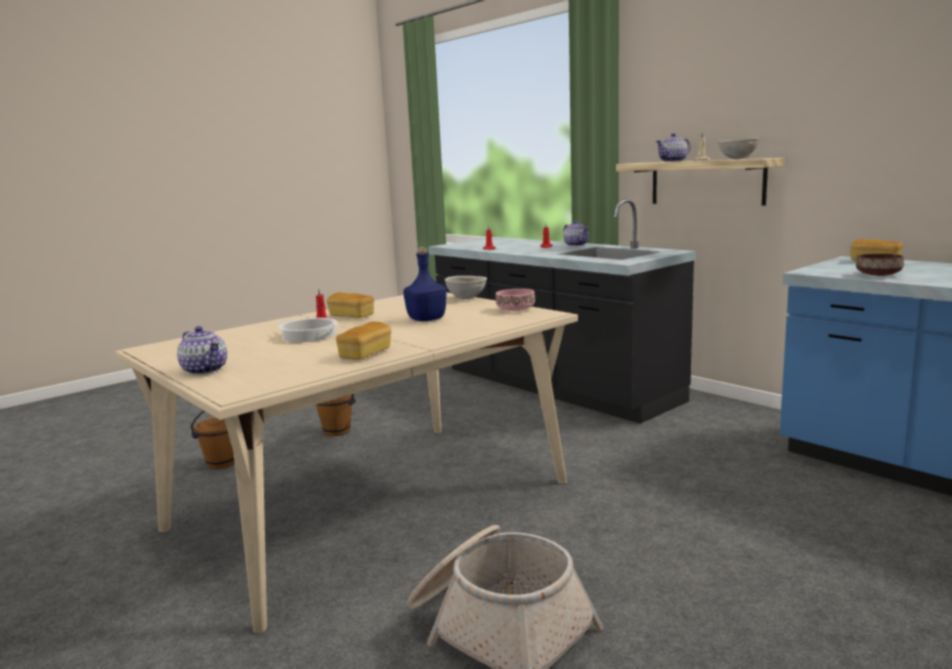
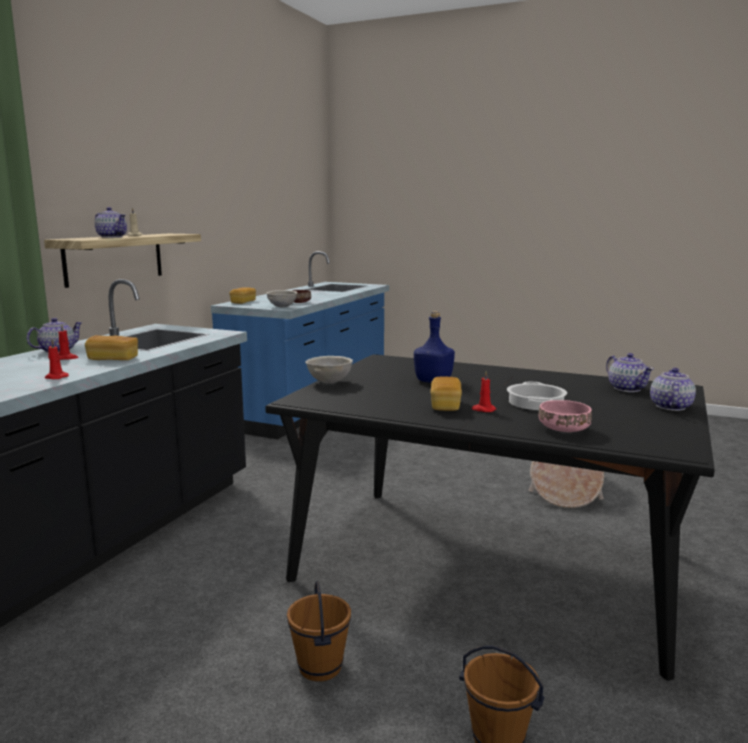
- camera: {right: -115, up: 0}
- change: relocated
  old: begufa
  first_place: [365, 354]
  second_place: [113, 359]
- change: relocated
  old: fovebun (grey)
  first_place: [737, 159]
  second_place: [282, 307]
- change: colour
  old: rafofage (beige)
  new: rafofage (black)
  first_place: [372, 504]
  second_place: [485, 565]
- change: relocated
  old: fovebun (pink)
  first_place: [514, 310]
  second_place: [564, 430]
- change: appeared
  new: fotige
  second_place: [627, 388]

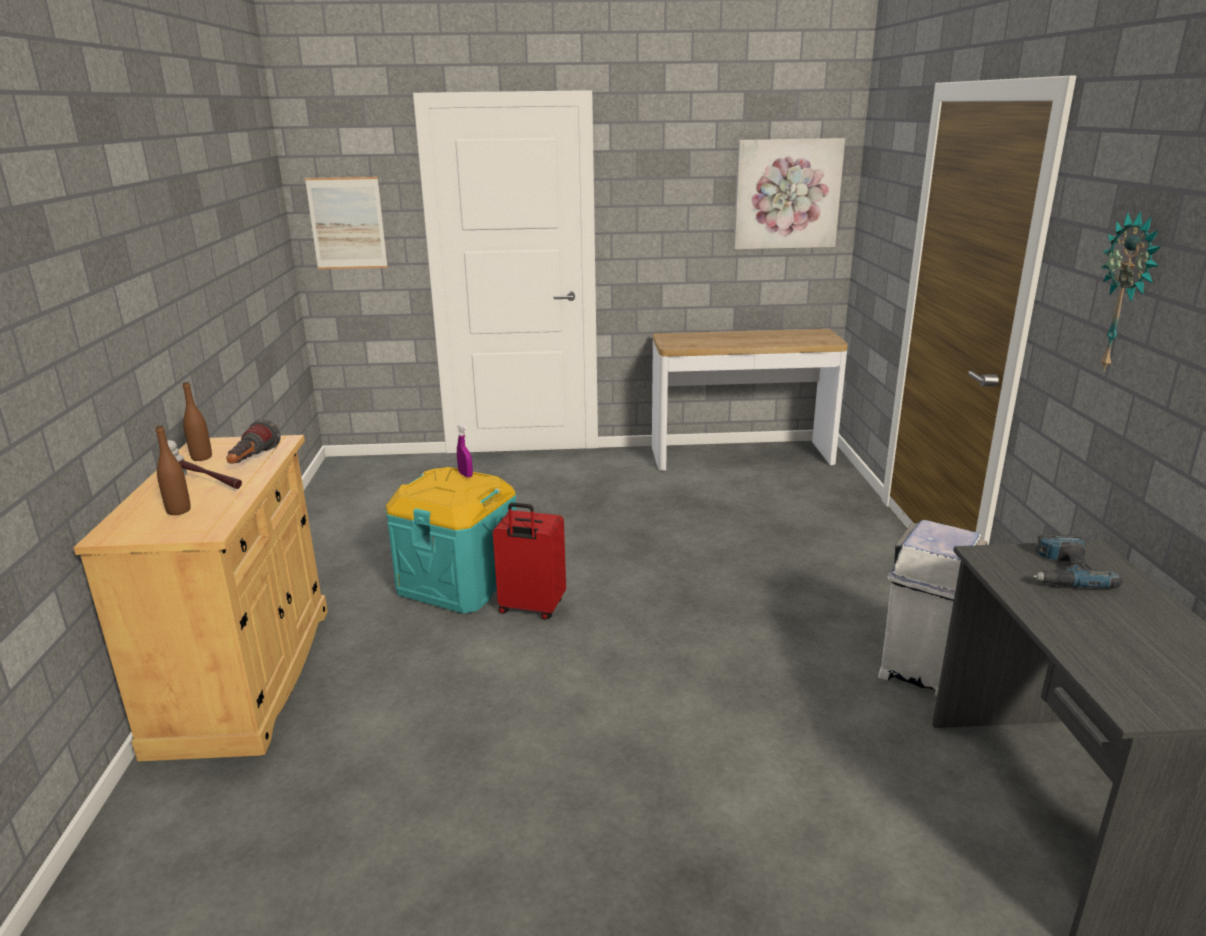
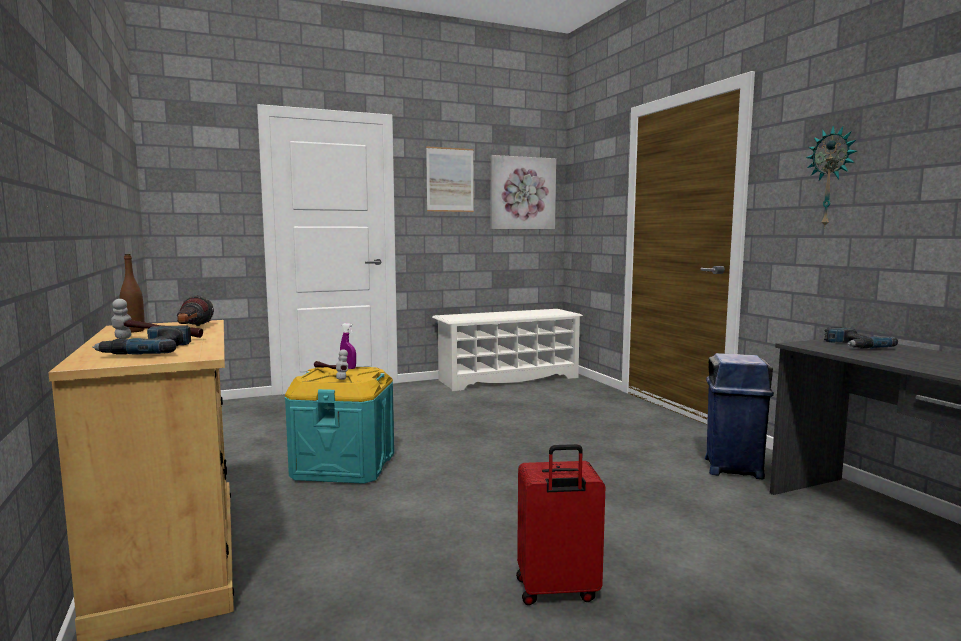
- camera: {right: -20, up: -15}
- change: exchanged
  old: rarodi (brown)
  new: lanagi
  first_place: [178, 510]
  second_place: [149, 350]
- change: appeared
  new: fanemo
  second_place: [330, 374]
- change: relocated
  old: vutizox
  first_place: [347, 223]
  second_place: [450, 180]
- change: exchanged
  old: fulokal
  new: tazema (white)
  first_place: [741, 456]
  second_place: [508, 379]
- change: relocated
  old: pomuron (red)
  first_place: [531, 608]
  second_place: [557, 591]
- change: colour
  old: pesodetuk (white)
  new: pesodetuk (blue)
  first_place: [920, 671]
  second_place: [733, 468]

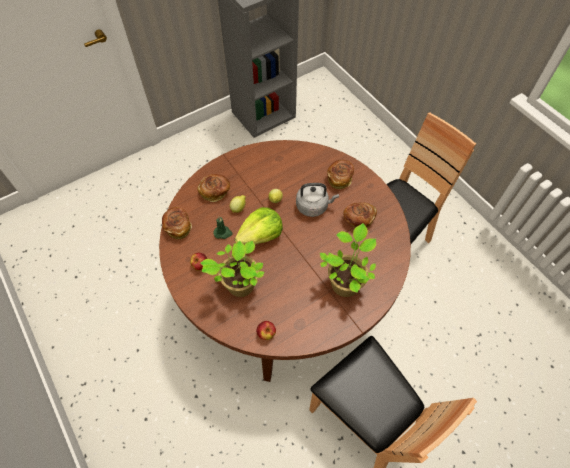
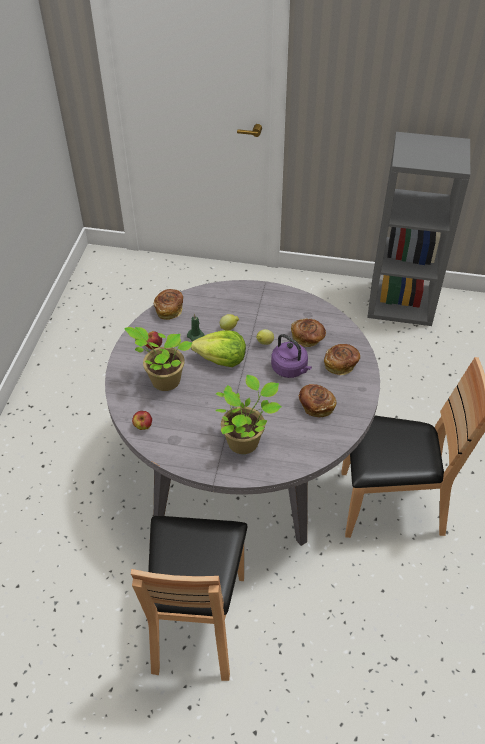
- camera: {right: 45, up: -10}
- change: colour
  old: rafofage (brown)
  new: rafofage (grey)
  first_place: [284, 297]
  second_place: [243, 469]
- change: colour
  old: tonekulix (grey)
  new: tonekulix (purple)
  first_place: [313, 206]
  second_place: [290, 369]
- change: relocated
  old: begufa
  first_place: [215, 192]
  second_place: [308, 338]

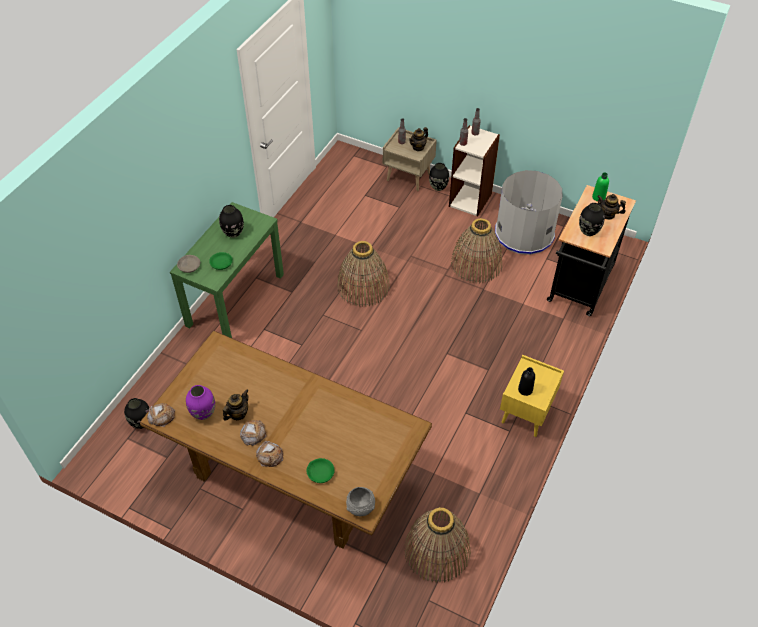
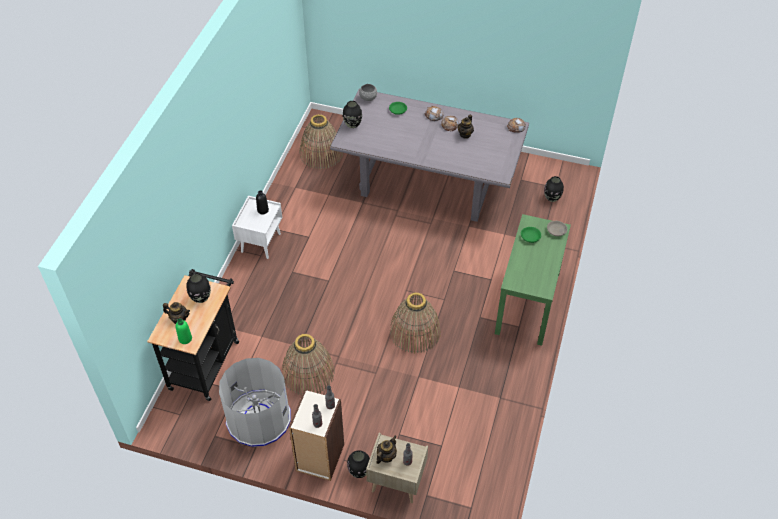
- camera: {right: 170, up: 0}
- change: colour
  old: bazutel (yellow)
  new: bazutel (white)
  first_place: [526, 414]
  second_place: [260, 242]
- change: colour
  old: rafofage (brown)
  new: rafofage (grey)
  first_place: [294, 471]
  second_place: [427, 183]
- change: relocated
  old: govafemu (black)
  first_place: [233, 233]
  second_place: [352, 124]
- change: missing
  old: govafemu (purple)
  first_place: [203, 413]

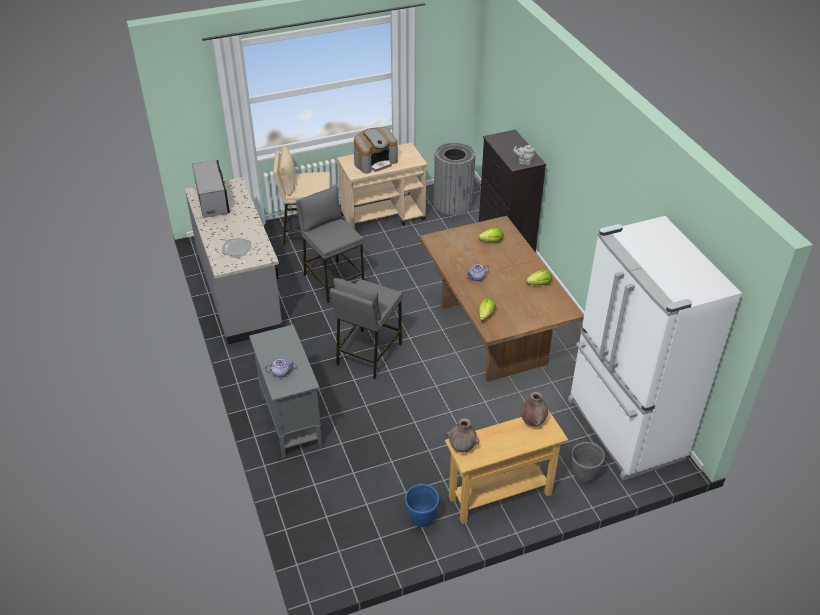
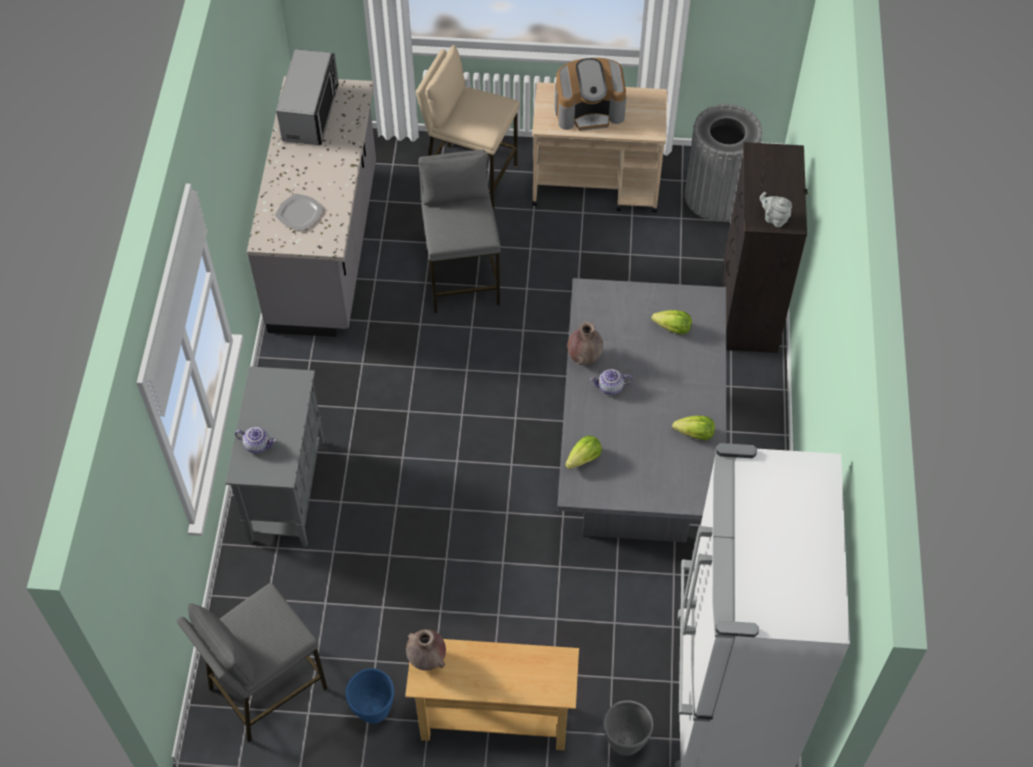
- camera: {right: 25, up: 15}
- change: relocated
  old: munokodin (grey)
  first_place: [368, 354]
  second_place: [266, 687]
- change: colour
  old: rafofage (brown)
  new: rafofage (grey)
  first_place: [493, 334]
  second_place: [638, 459]
- change: relocated
  old: govafemu (brown)
  first_place: [532, 422]
  second_place: [584, 357]

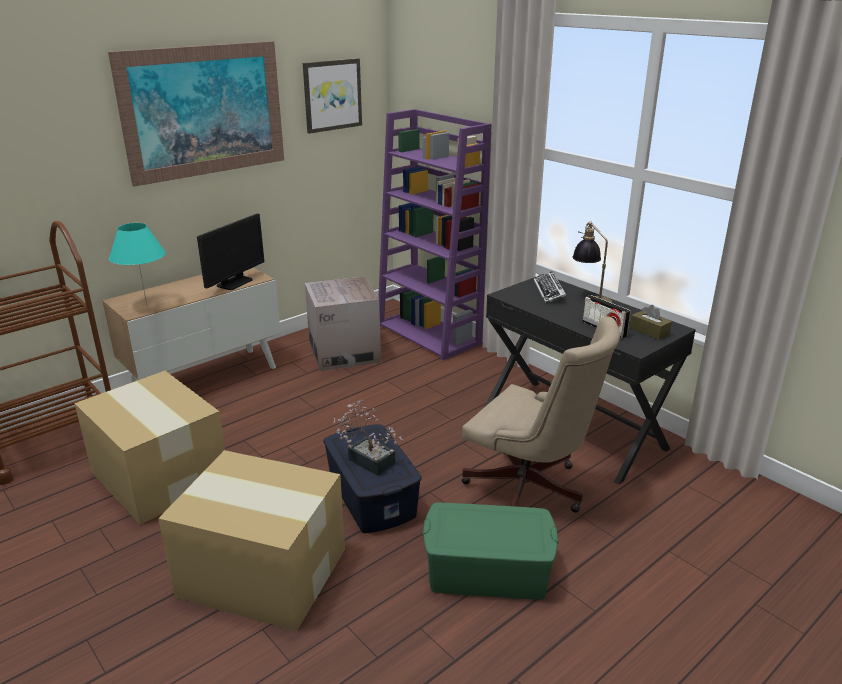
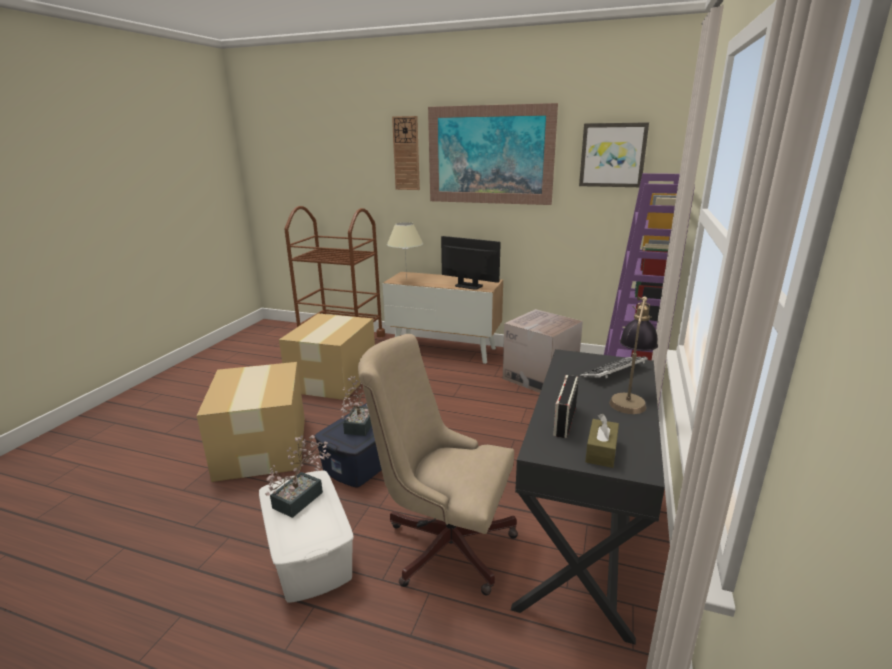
- camera: {right: 60, up: -5}
- change: colour
  old: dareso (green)
  new: dareso (white)
  first_place: [488, 572]
  second_place: [308, 553]
- change: appeared
  new: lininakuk
  second_place: [302, 497]
- change: spun
  old: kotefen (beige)
  first_place: [531, 491]
  second_place: [442, 542]
  degrees: 105
- change: colour
  old: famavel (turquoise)
  new: famavel (beige)
  first_place: [146, 306]
  second_place: [406, 280]
- change: appeared
  new: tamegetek
  second_place: [406, 153]
- change: spun
  old: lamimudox
  first_place: [234, 283]
  second_place: [468, 286]
  degrees: -150

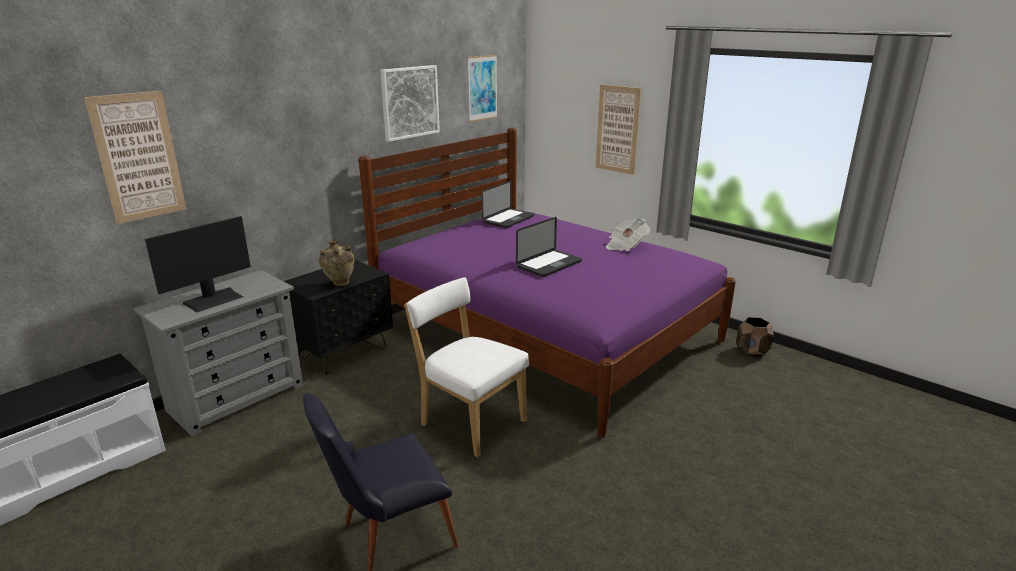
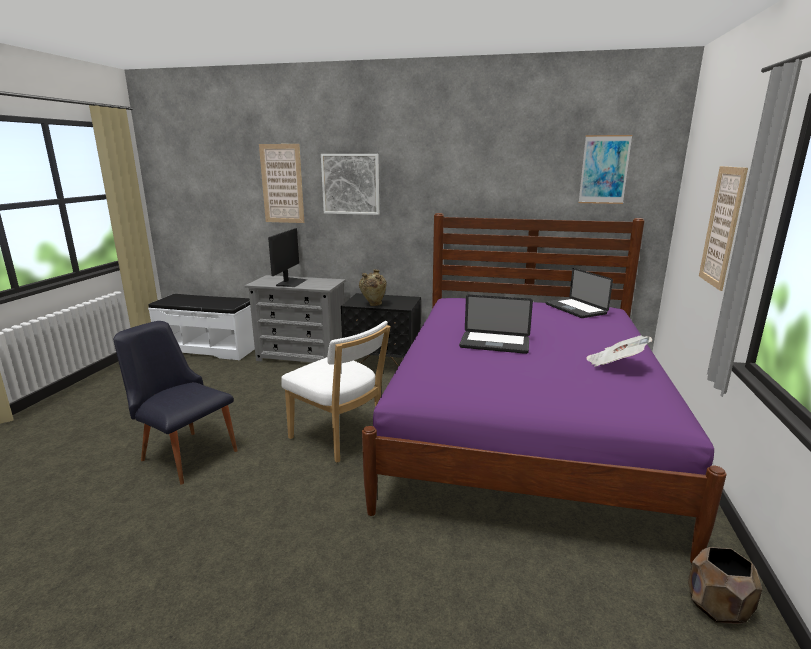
- camera: {right: 60, up: -5}
- change: spun
  old: lamimudox
  first_place: [213, 299]
  second_place: [291, 282]
  degrees: -90
- change: spun
  old: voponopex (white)
  first_place: [469, 421]
  second_place: [340, 438]
  degrees: 120
- change: relocated
  old: vutizox
  first_place: [409, 102]
  second_place: [351, 184]
- change: spun
  old: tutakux
  first_place: [508, 219]
  second_place: [575, 309]
  degrees: 60

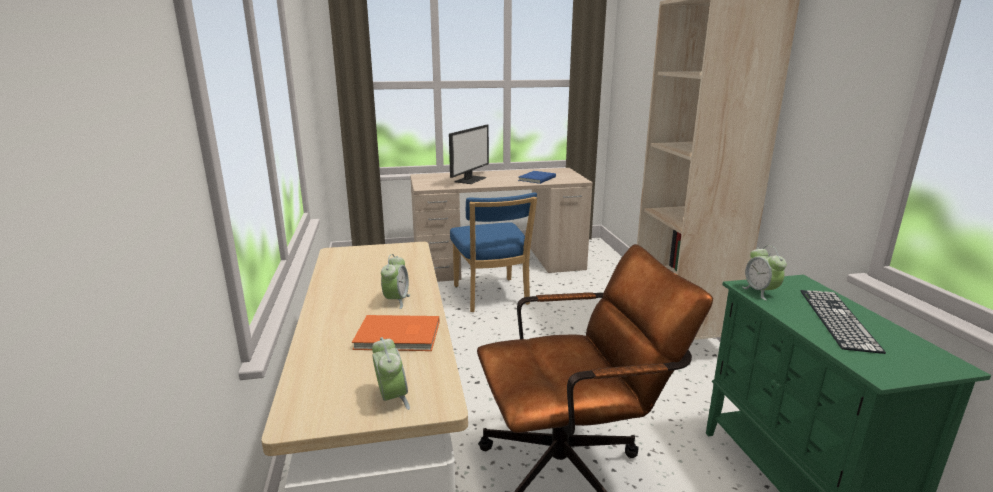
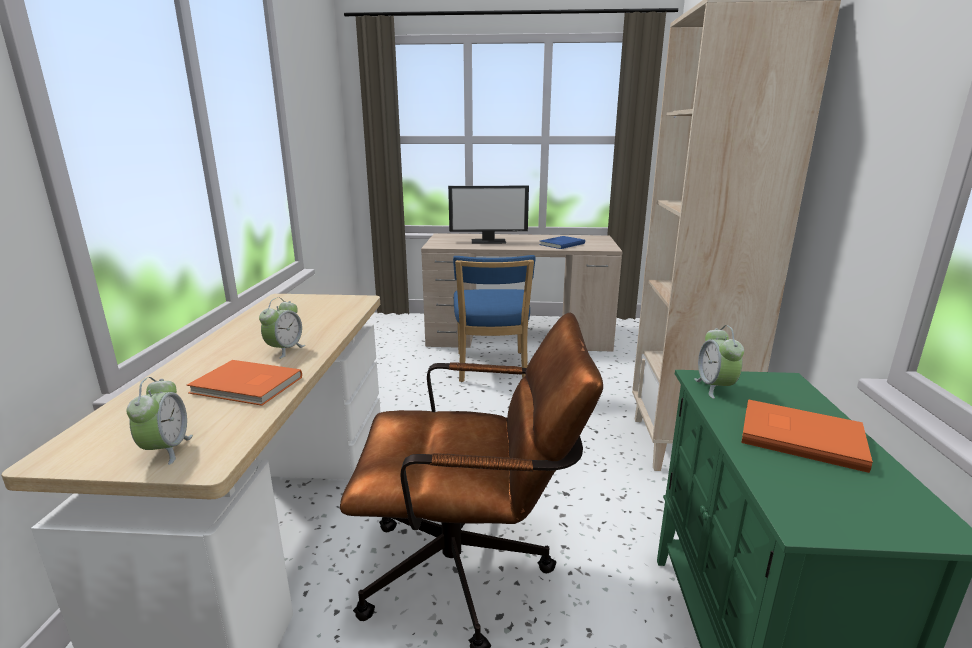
- camera: {right: 15, up: 0}
- change: spun
  old: lamimudox
  first_place: [470, 179]
  second_place: [489, 241]
  degrees: 45
- change: exchanged
  old: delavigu
  new: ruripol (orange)
  first_place: [837, 319]
  second_place: [799, 435]

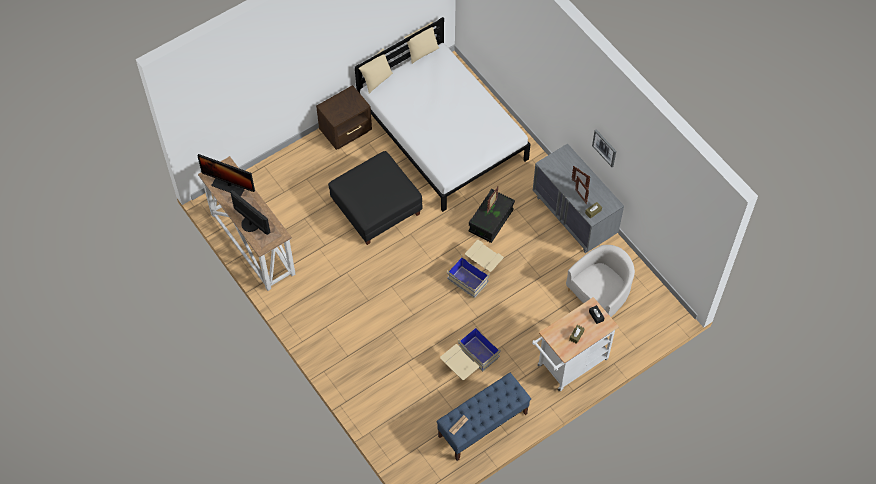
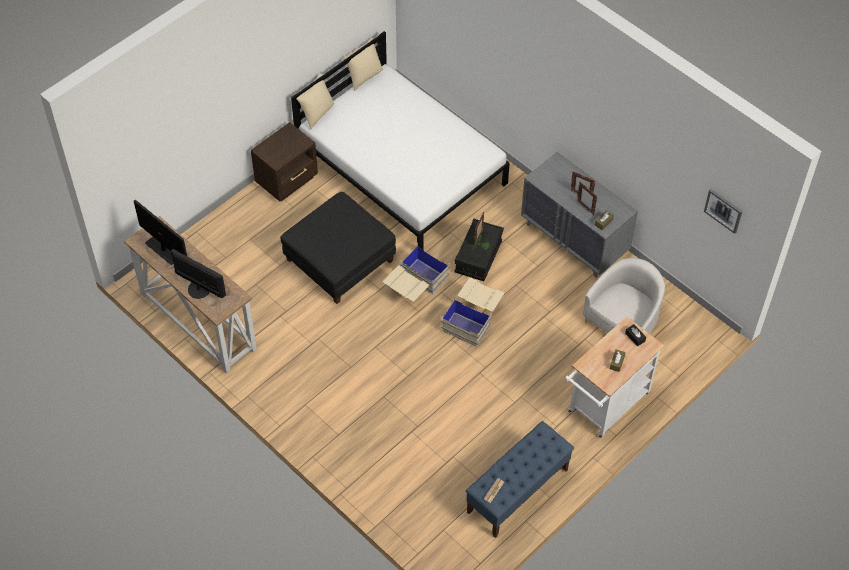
- camera: {right: -10, up: -5}
- change: spun
  old: lamimudox
  first_place: [229, 185]
  second_place: [164, 248]
  degrees: -150
- change: relocated
  old: dareso (beige)
  first_place: [469, 362]
  second_place: [415, 286]
- change: relocated
  old: vutizox
  first_place: [604, 147]
  second_place: [723, 210]

